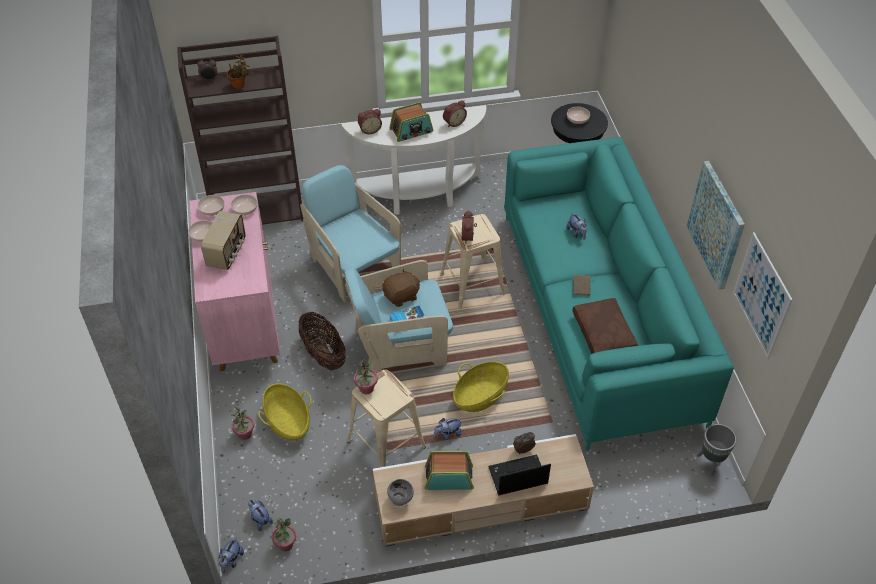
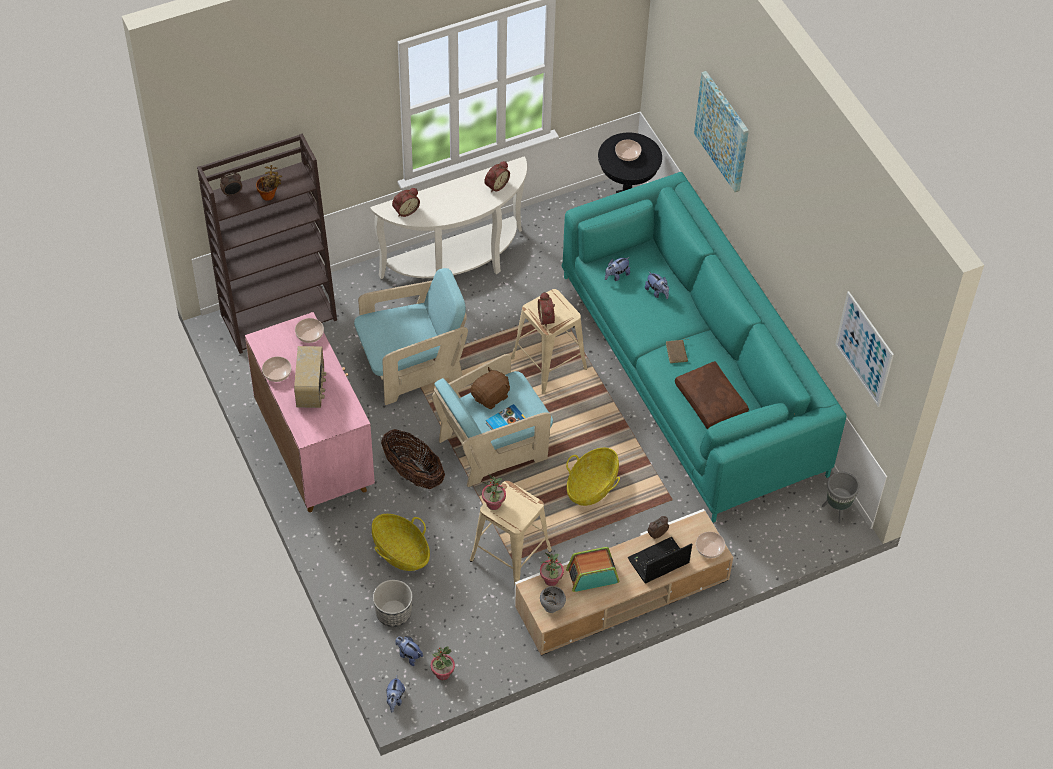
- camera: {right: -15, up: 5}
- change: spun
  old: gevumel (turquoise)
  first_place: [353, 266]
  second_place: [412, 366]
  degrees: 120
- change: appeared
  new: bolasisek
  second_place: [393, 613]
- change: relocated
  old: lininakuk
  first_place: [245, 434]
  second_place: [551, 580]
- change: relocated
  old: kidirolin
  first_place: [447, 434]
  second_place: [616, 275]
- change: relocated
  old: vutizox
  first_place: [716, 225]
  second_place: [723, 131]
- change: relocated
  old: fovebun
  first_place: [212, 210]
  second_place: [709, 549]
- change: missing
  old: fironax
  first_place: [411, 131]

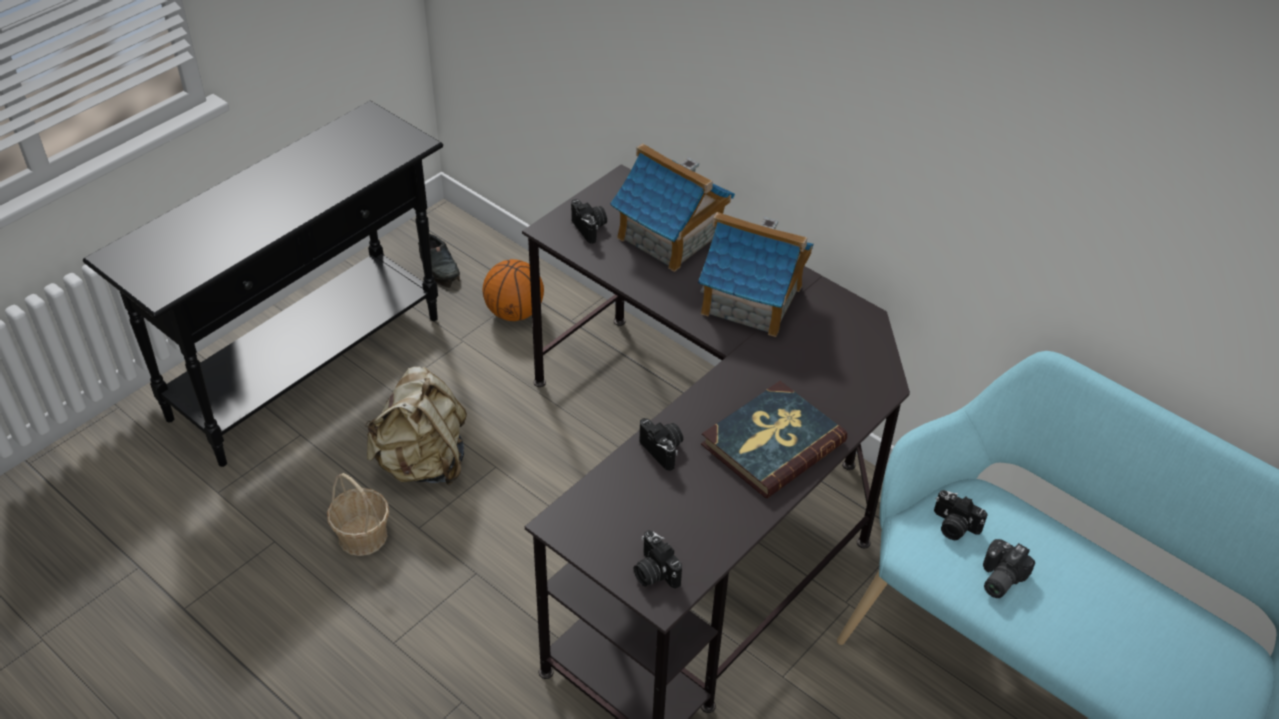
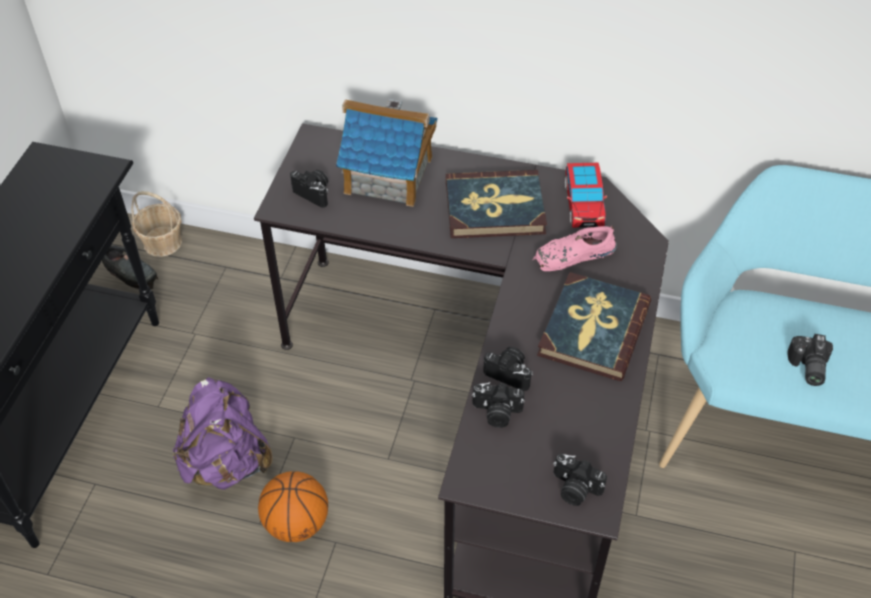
- camera: {right: -25, up: 5}
- change: relocated
  old: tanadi
  first_place: [362, 535]
  second_place: [162, 242]
- change: colour
  old: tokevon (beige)
  new: tokevon (purple)
  first_place: [423, 463]
  second_place: [227, 462]
- change: relocated
  old: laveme
  first_place: [514, 312]
  second_place: [297, 523]
- change: exchanged
  old: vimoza
  new: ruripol
  first_place: [752, 300]
  second_place: [494, 208]
- change: relocated
  old: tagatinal
  first_place: [953, 526]
  second_place: [496, 413]
- change: appeared
  new: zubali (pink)
  second_place: [573, 255]
- change: appeared
  new: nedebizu
  second_place: [583, 203]

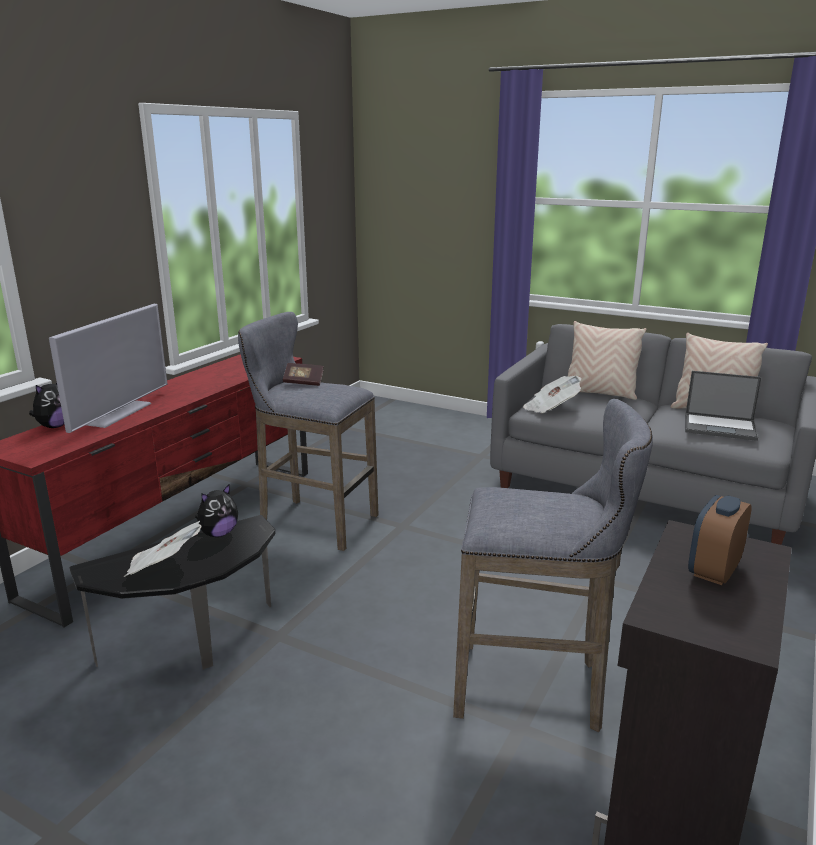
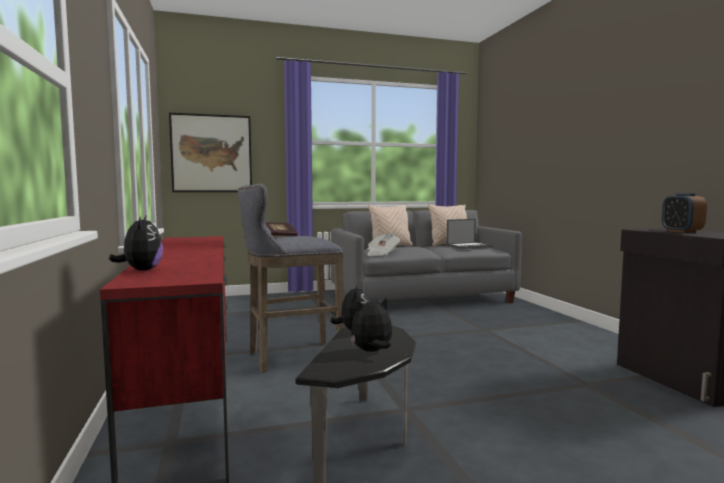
- camera: {right: -45, up: -15}
- change: appeared
  new: vutizox
  second_place: [211, 153]
- change: exchanged
  old: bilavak
  new: kidirolin
  first_place: [164, 567]
  second_place: [372, 351]
- change: missing
  old: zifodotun
  first_place: [118, 413]
- change: missing
  old: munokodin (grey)
  first_place: [536, 688]

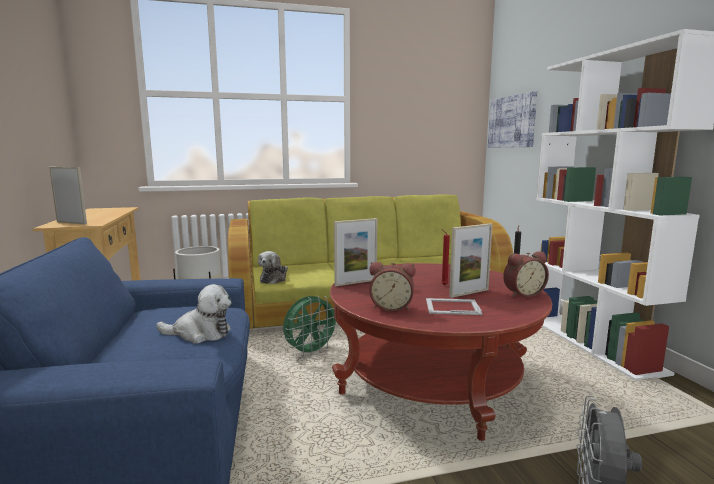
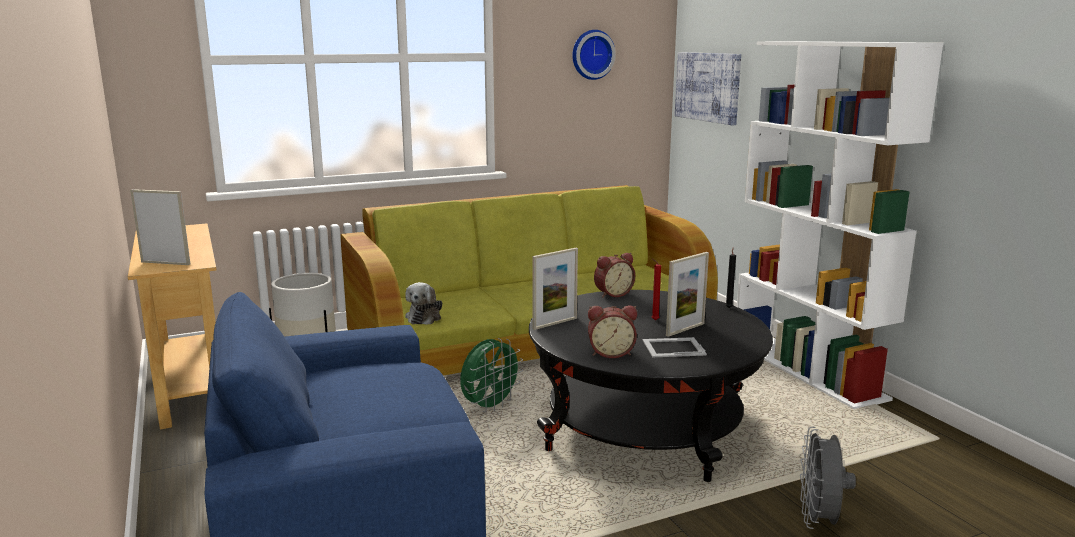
- camera: {right: -10, up: 5}
- change: colour
  old: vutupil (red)
  new: vutupil (black)
  first_place: [433, 381]
  second_place: [644, 428]
- change: appeared
  new: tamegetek
  second_place: [592, 54]
- change: relocated
  old: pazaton
  first_place: [522, 294]
  second_place: [612, 294]
- change: missing
  old: kidirolin
  first_place: [200, 333]

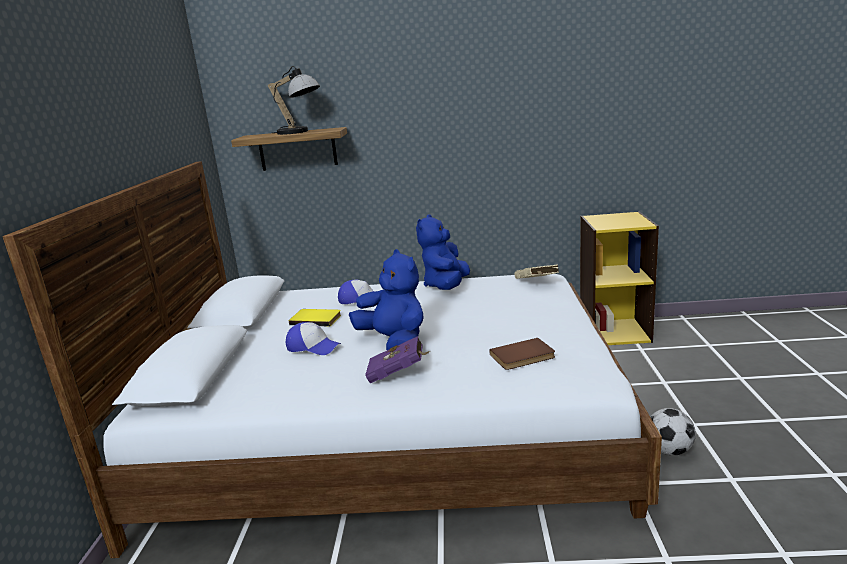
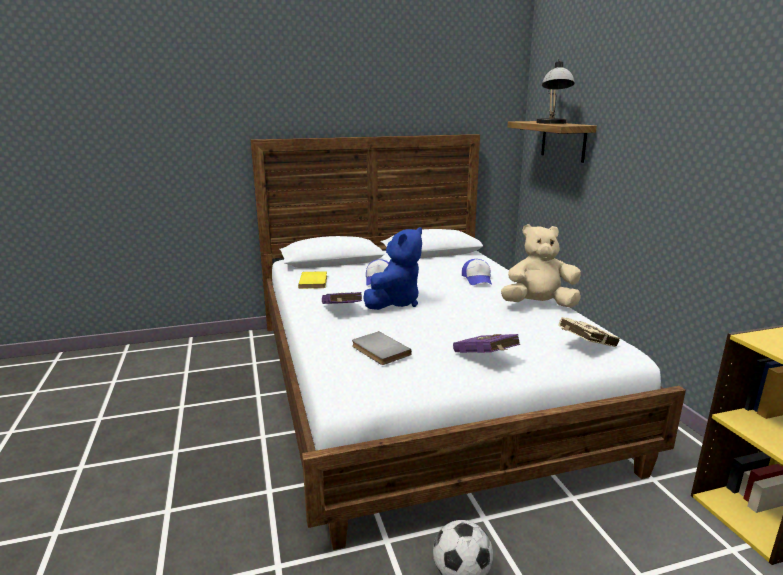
- camera: {right: 70, up: 0}
- change: relocated
  old: ruripol (yellow)
  first_place: [316, 319]
  second_place: [314, 282]
- change: colour
  old: ruripol (brown)
  new: ruripol (grey)
  first_place: [523, 357]
  second_place: [379, 350]
- change: appeared
  new: ruripol (purple)
  second_place: [486, 359]
- change: colour
  old: kidirolin (blue)
  new: kidirolin (beige)
  first_place: [446, 286]
  second_place: [538, 305]

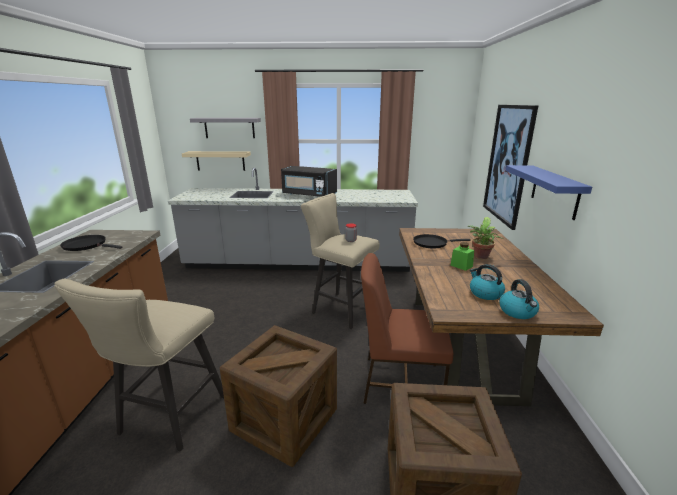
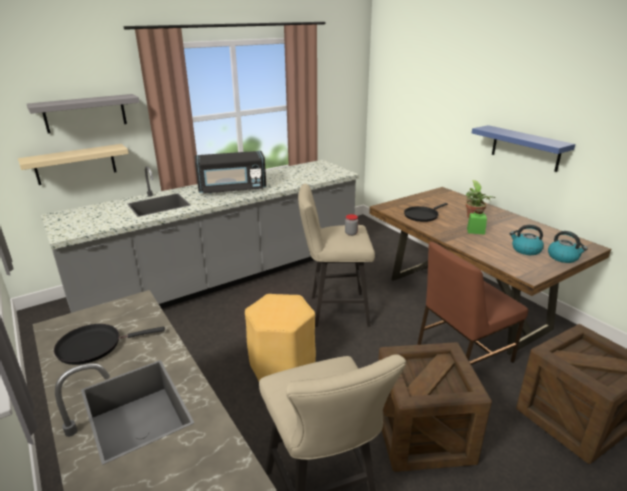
- camera: {right: -35, up: 5}
- change: appeared
  new: munokodin (yellow)
  second_place: [282, 366]
- change: missing
  old: vutizox
  first_place: [507, 164]

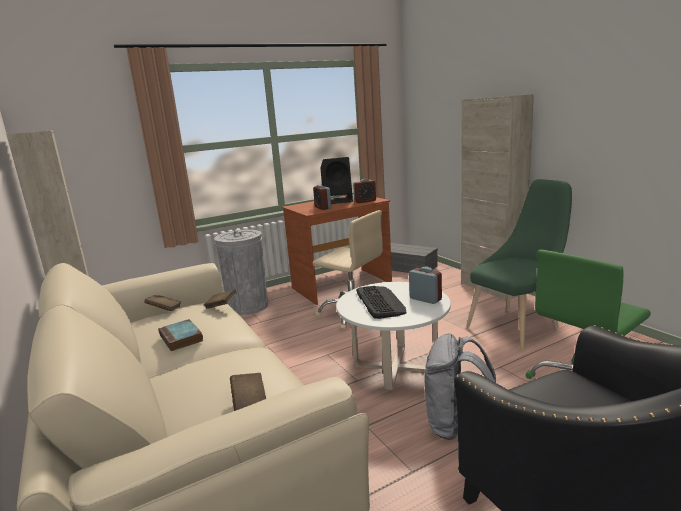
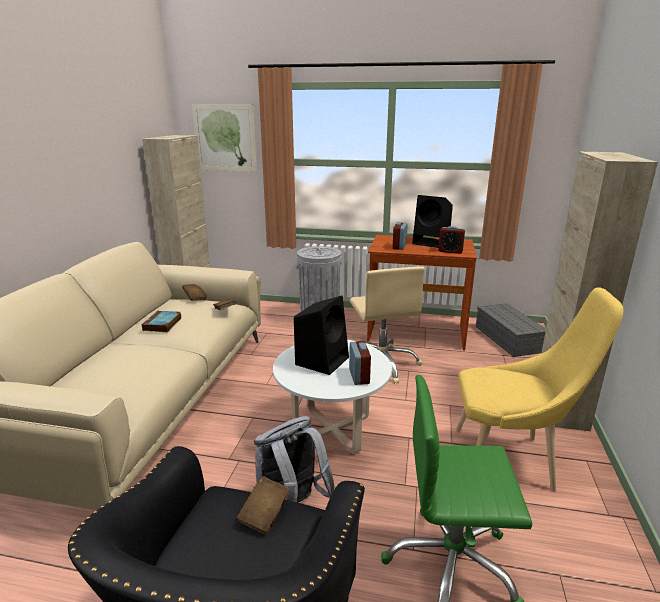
- camera: {right: 40, up: 5}
- change: appeared
  new: vutizox
  second_place: [225, 138]
- change: relocated
  old: ruripol (brown)
  first_place: [249, 403]
  second_place: [264, 514]
- change: exchanged
  old: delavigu
  new: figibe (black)
  first_place: [380, 302]
  second_place: [322, 360]
- change: colour
  old: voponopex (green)
  new: voponopex (yellow)
  first_place: [517, 326]
  second_place: [510, 460]

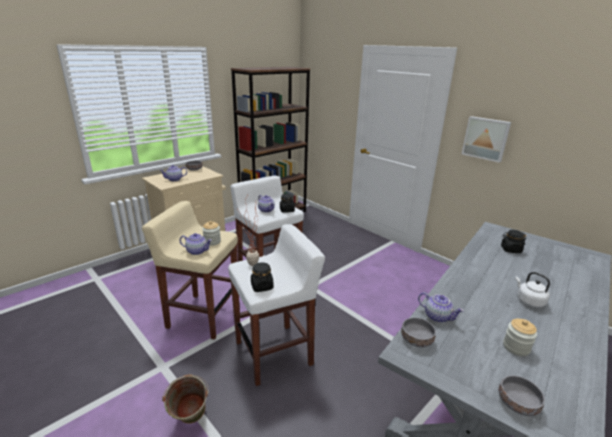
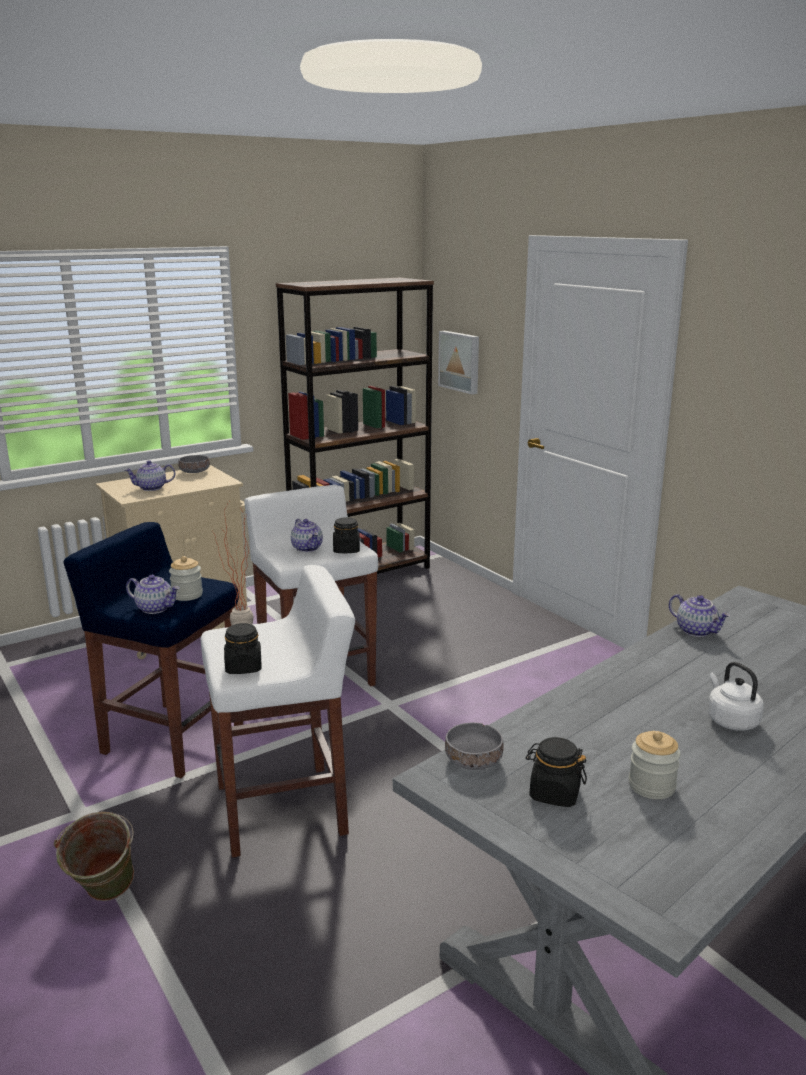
- camera: {right: 10, up: -5}
- change: colour
  old: munokodin (beige)
  new: munokodin (blue)
  first_place: [202, 315]
  second_place: [171, 738]
- change: relocated
  old: vutizox
  first_place: [486, 138]
  second_place: [460, 361]
- change: relocated
  old: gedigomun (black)
  first_place: [510, 249]
  second_place: [554, 793]
- change: relocated
  old: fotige
  first_place: [437, 316]
  second_place: [696, 631]
- change: missing
  old: fovebun (grey)
  first_place: [518, 404]

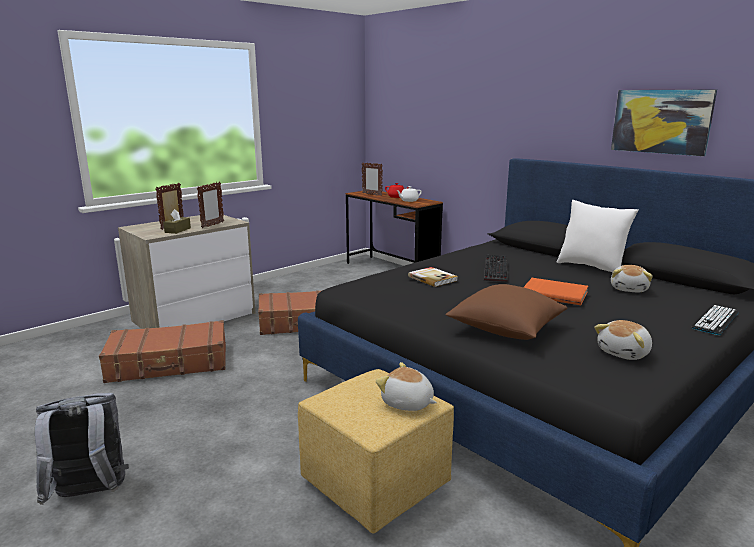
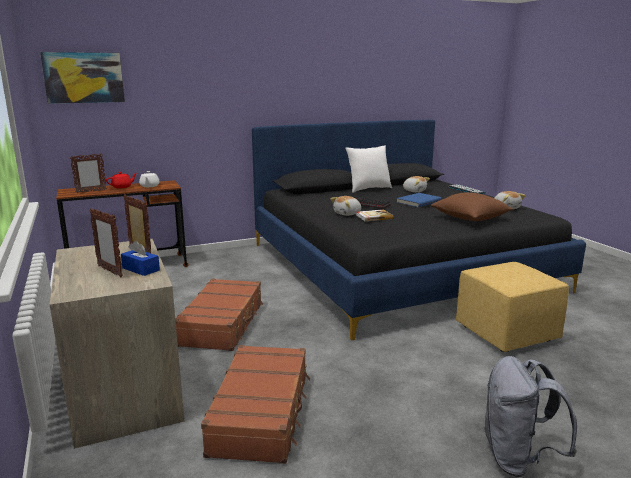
- camera: {right: -70, up: 0}
- change: relocated
  old: vutizox
  first_place: [661, 121]
  second_place: [84, 77]
- change: colour
  old: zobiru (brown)
  new: zobiru (blue)
  first_place: [177, 230]
  second_place: [141, 269]
- change: relocated
  old: kidirolin
  first_place: [407, 403]
  second_place: [347, 214]
- change: colour
  old: ruripol (orange)
  new: ruripol (blue)
  first_place: [554, 293]
  second_place: [418, 201]

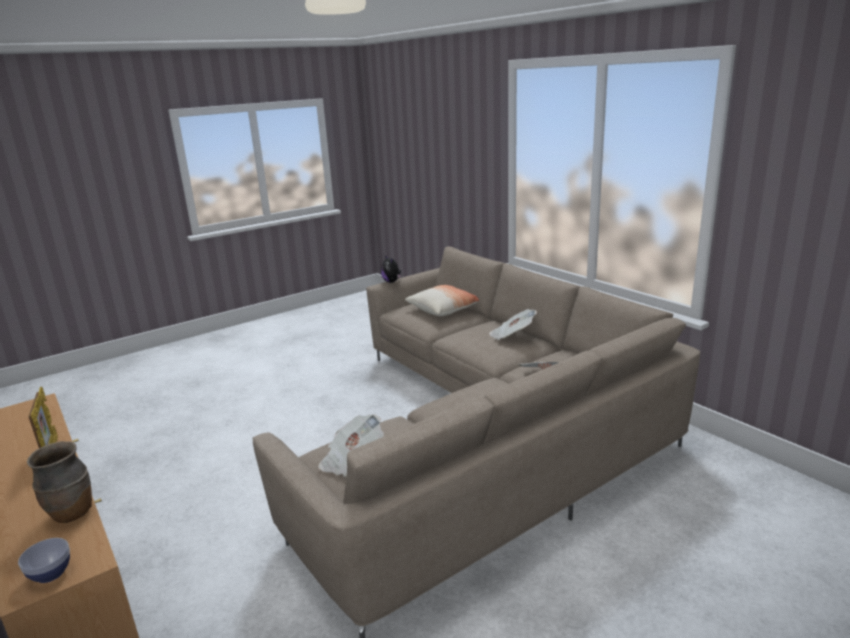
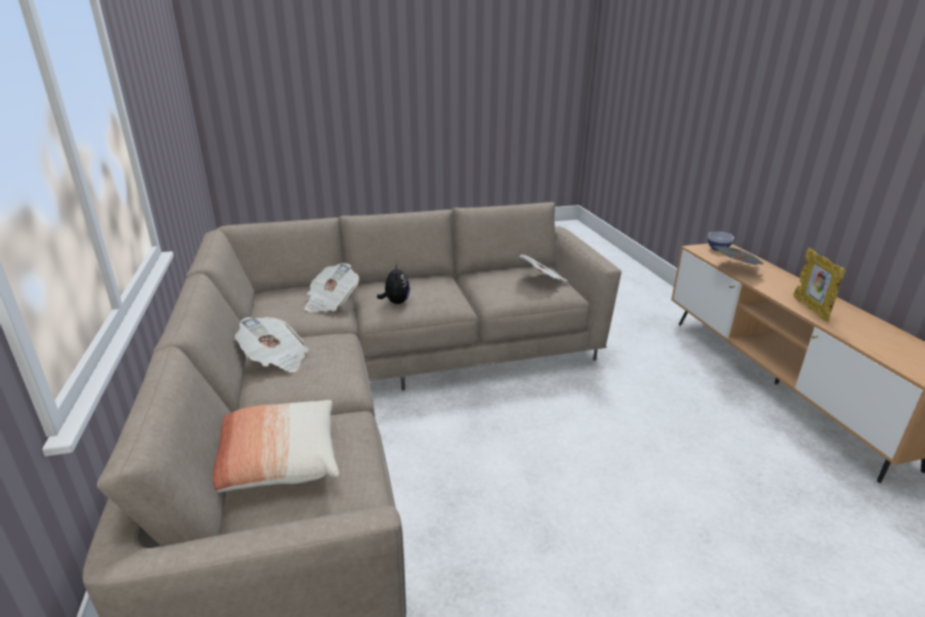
- camera: {right: -160, up: 5}
- change: relocated
  old: kidirolin
  first_place: [392, 281]
  second_place: [396, 302]
- change: exchanged
  old: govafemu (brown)
  new: bilavak
  first_place: [72, 514]
  second_place: [736, 268]

